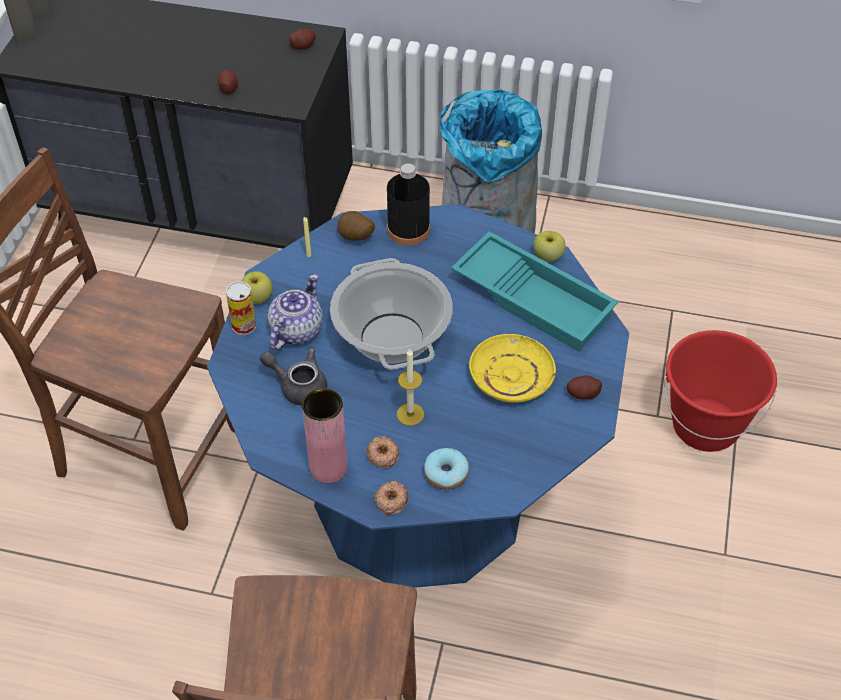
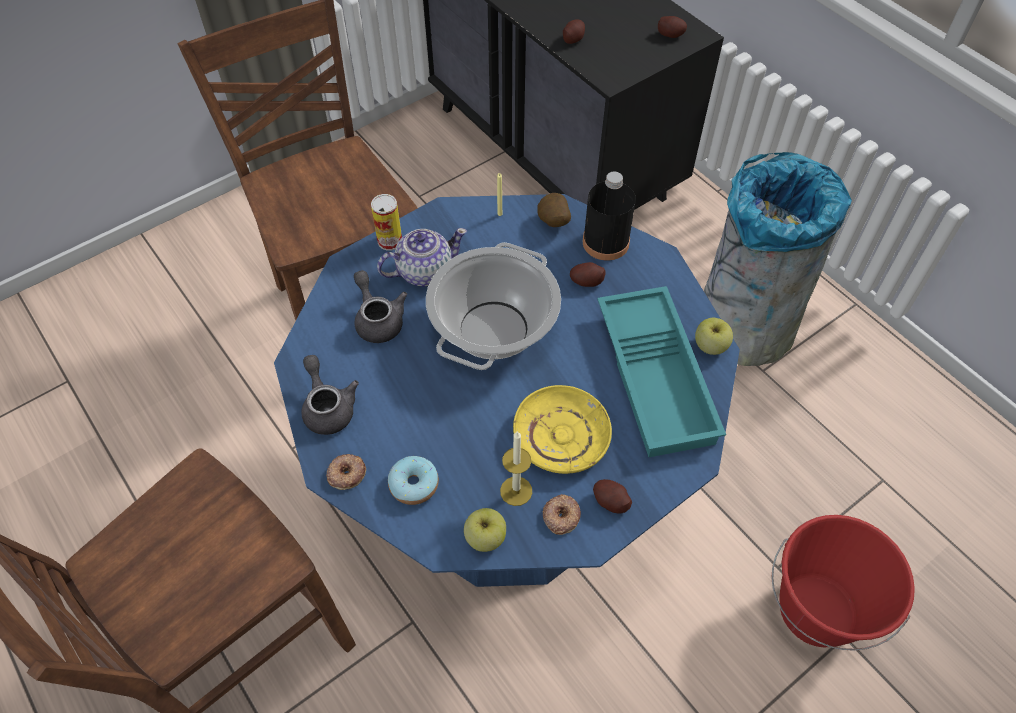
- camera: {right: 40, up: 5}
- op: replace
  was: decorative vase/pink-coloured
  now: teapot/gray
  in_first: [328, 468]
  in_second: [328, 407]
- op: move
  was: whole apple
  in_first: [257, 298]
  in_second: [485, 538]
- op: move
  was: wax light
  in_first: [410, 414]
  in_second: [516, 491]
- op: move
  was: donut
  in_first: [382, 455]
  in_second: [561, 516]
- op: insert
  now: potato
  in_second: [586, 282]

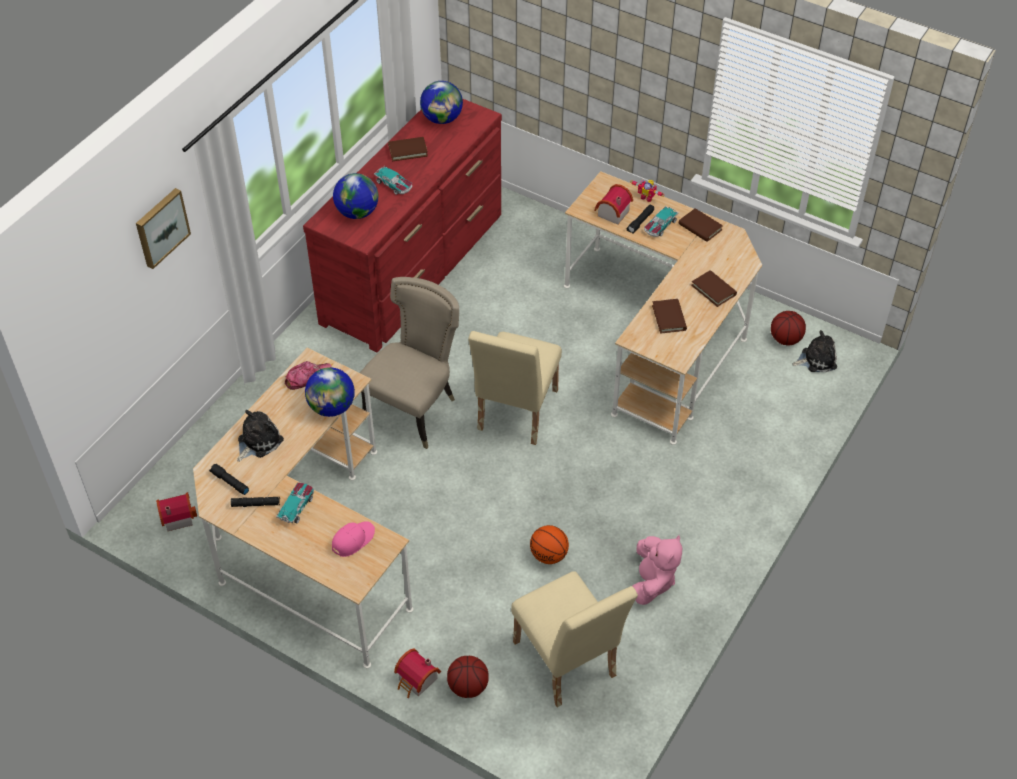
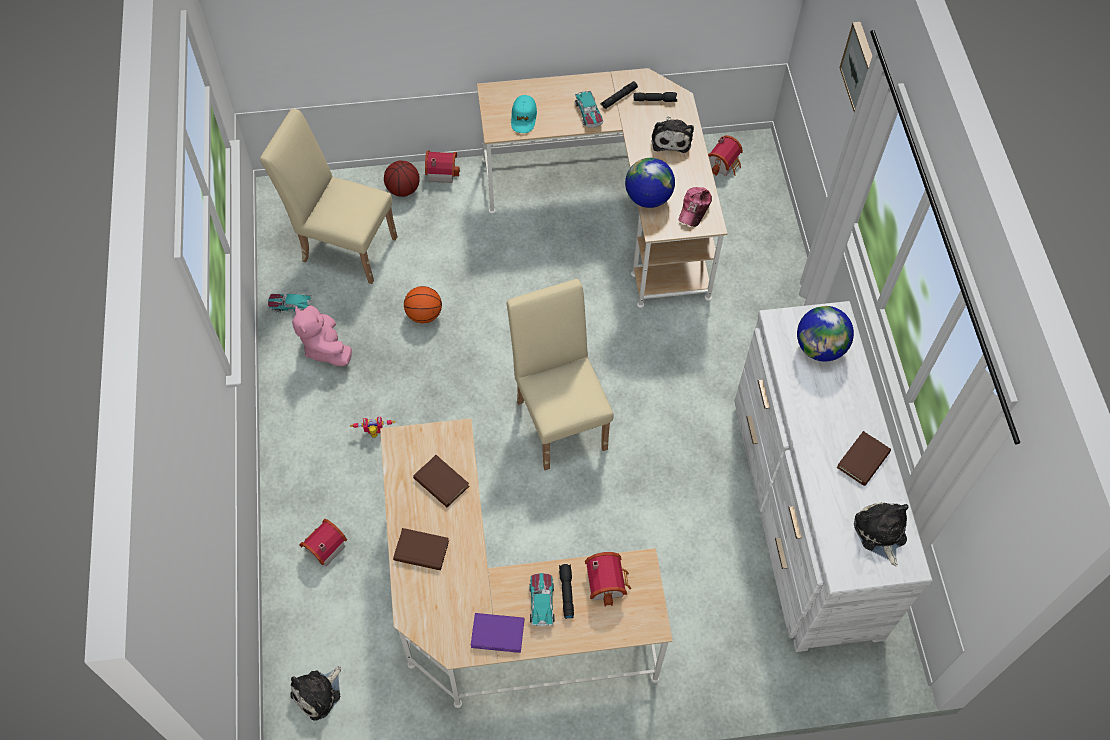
- camera: {right: 140, up: 10}
- op: move
  was: model car
  in_first: [394, 185]
  in_second: [290, 306]
- op: insert
  now: model house
  in_second: [323, 547]
- op: move
  was: robot figure
  in_first: [647, 197]
  in_second: [374, 433]
- op: recolor
  was: bound book/brownish
  now: bound book/purple-coloured
  in_first: [700, 227]
  in_second: [497, 633]
- op: recolor
  was: cap/pink-coloured
  now: cap/turquoise
  in_first: [353, 540]
  in_second: [524, 118]
- op: recolor
  was: chest of drawers/red
  now: chest of drawers/whitish
  in_first: [414, 267]
  in_second: [804, 512]
- op: replace
  was: globe
  now: soft toy
  in_first: [442, 119]
  in_second: [880, 533]
- op: delete
  was: upright chair/beige
  in_first: [415, 409]
- op: delete
  was: basketball
  in_first: [785, 339]

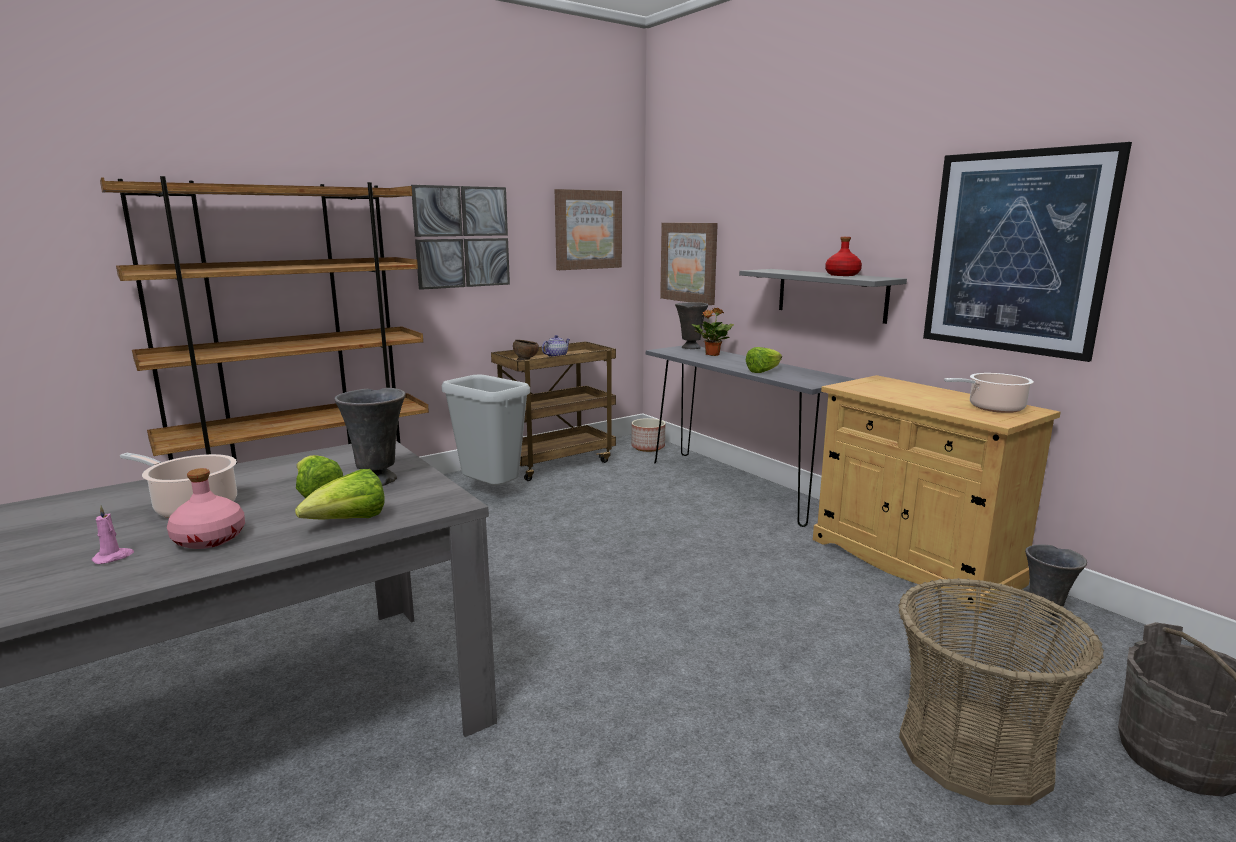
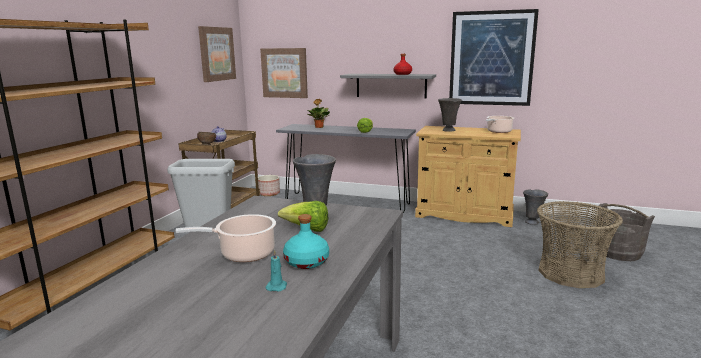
- camera: {right: -35, up: 0}
- op: recolor
  was: wax light/pink-coloured
  now: wax light/turquoise
  in_first: [113, 557]
  in_second: [277, 286]
- op: recolor
  was: beverage bottle/pink-coloured
  now: beverage bottle/turquoise
  in_first: [210, 539]
  in_second: [307, 262]
- op: move
  was: decorative vase/gray
  in_first: [690, 348]
  in_second: [448, 130]
- op: delete
  was: lettuce
  in_first: [349, 522]
- op: delete
  was: wall art
  in_first: [462, 237]

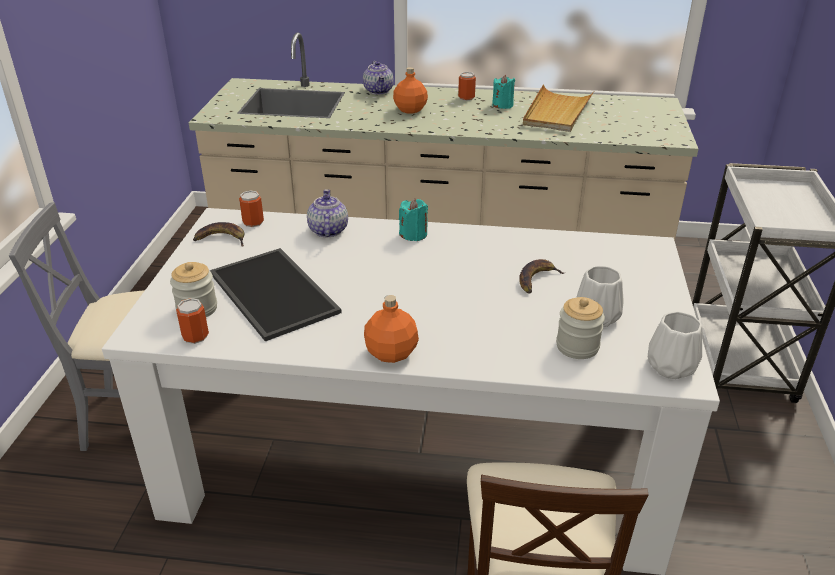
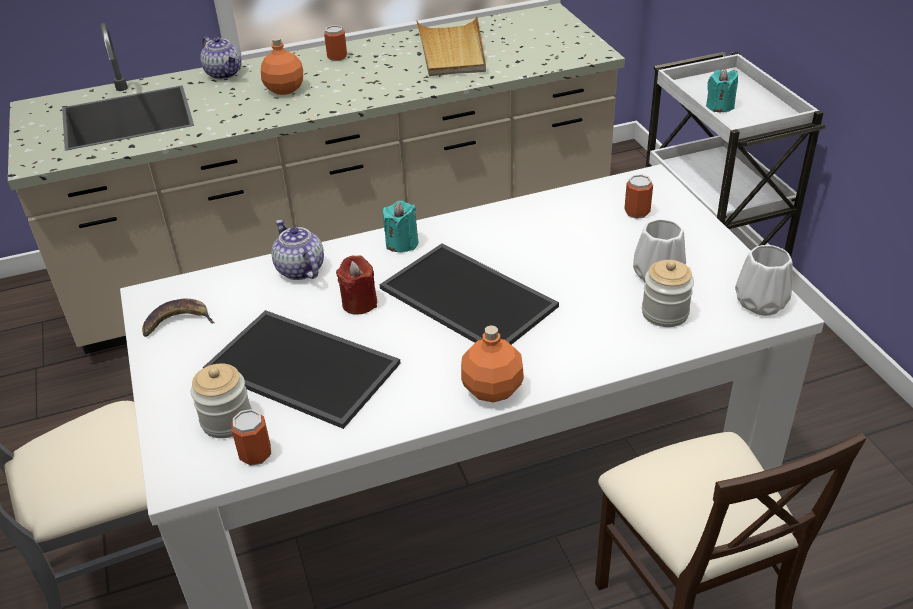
- camera: {right: -25, up: 5}
- op: insert
  now: wax light/red
  in_second: [359, 303]
- op: insert
  now: carrying tray
  in_second: [470, 297]
- op: move
  was: sealed can
  in_first: [253, 222]
  in_second: [637, 212]
- op: move
  was: wax light/turquoise
  in_first: [502, 105]
  in_second: [719, 106]
- op: delete
  was: banana fruit
  in_first: [537, 279]

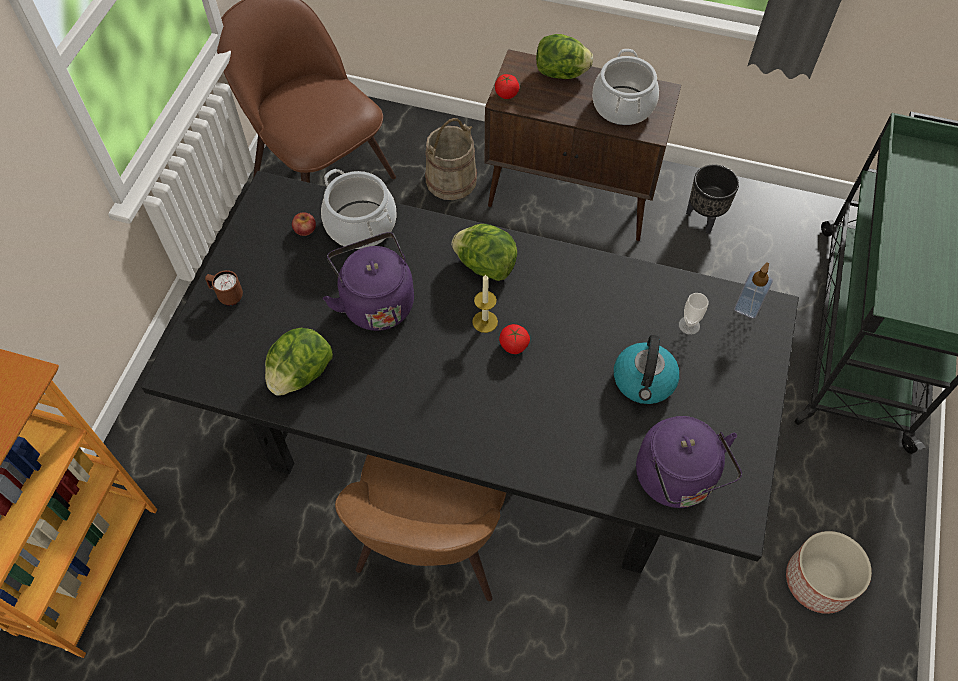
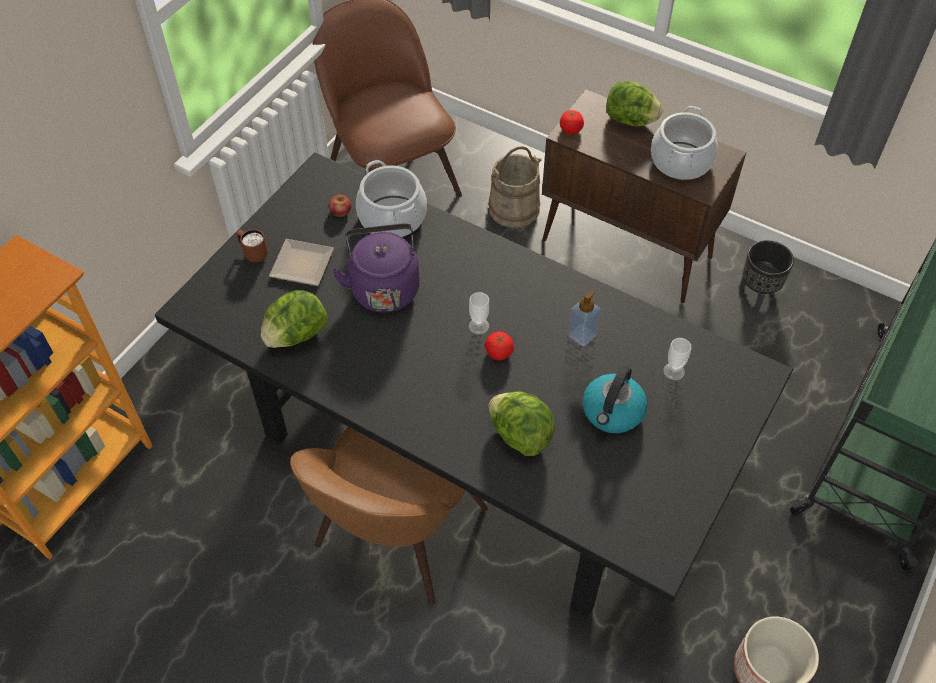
- camera: {right: 15, up: -5}
- op: insert
  now: dinner plate
  in_second: [300, 266]
- op: replace
  was: wax light
  now: cup
  in_first: [485, 321]
  in_second: [478, 326]
- op: move
  was: lettuce
  in_first: [485, 265]
  in_second: [520, 435]
- op: move
  was: soap dispenser
  in_first: [747, 307]
  in_second: [582, 335]
- op: delete
  was: tea kettle/purple-coloured
  in_first: [677, 480]

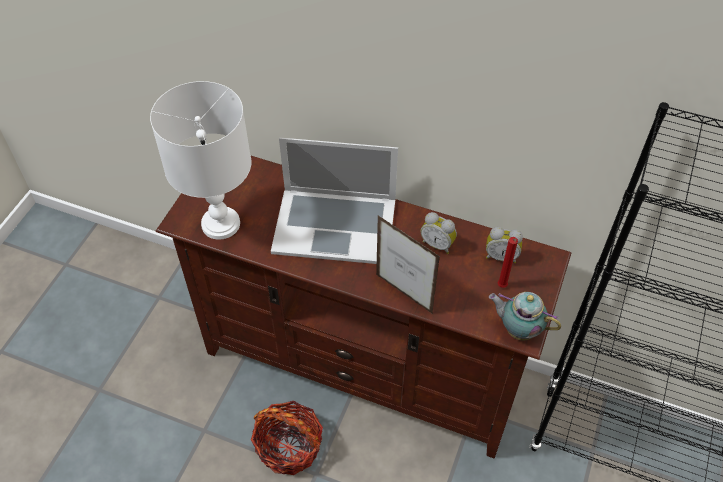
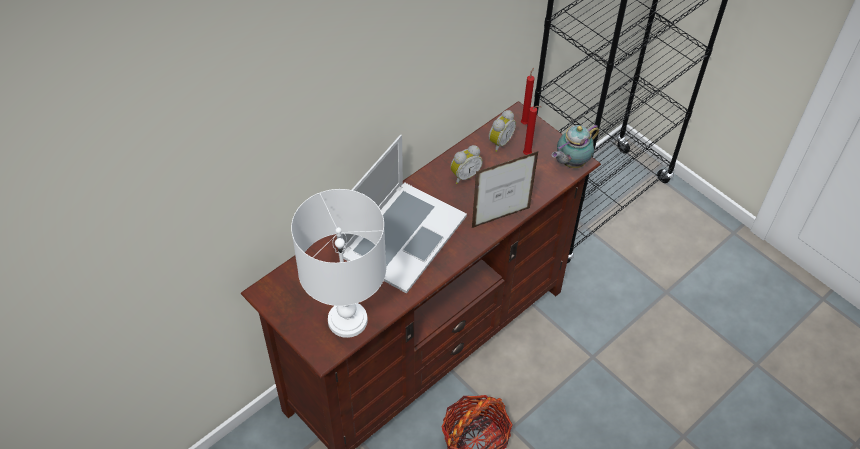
- camera: {right: -65, up: 0}
- op: insert
  now: wax light/red
  in_second: [525, 122]

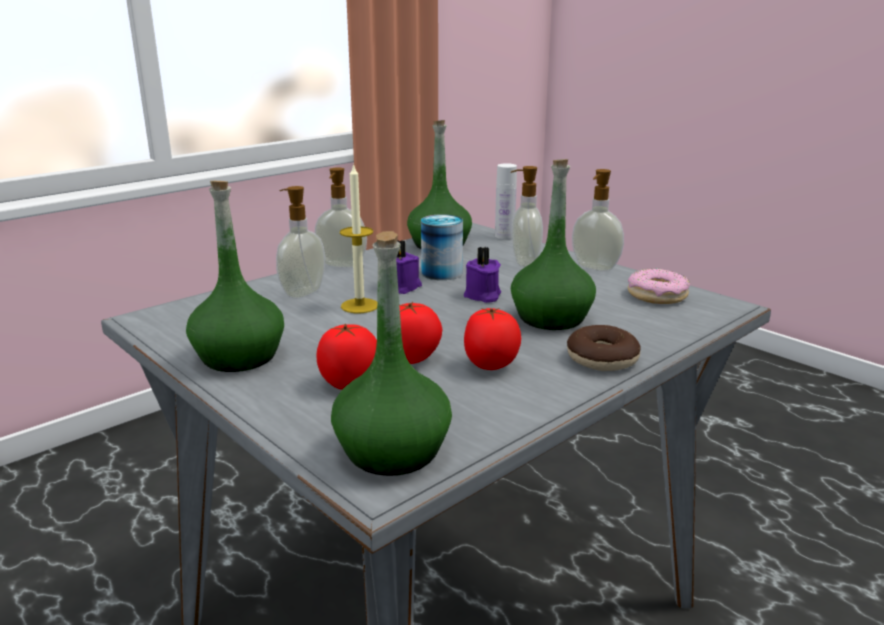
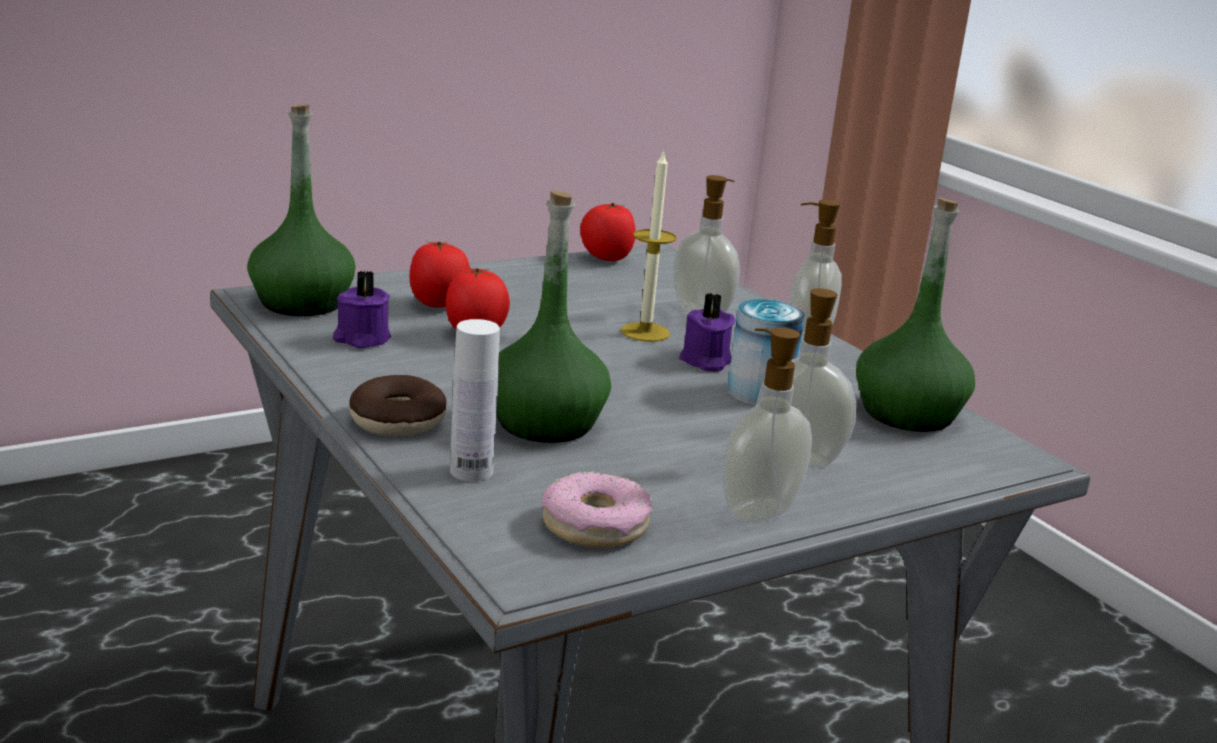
- camera: {right: 100, up: 0}
- op: move
  was: wax light/purple-coloured
  in_first: [482, 296]
  in_second: [361, 339]
- op: move
  was: beverage bottle/whitish
  in_first: [504, 236]
  in_second: [471, 471]
- op: move
  was: fresh tomato
  in_first: [490, 366]
  in_second: [606, 258]
- op: delete
  was: beverage bottle/greenish
  in_first: [239, 356]

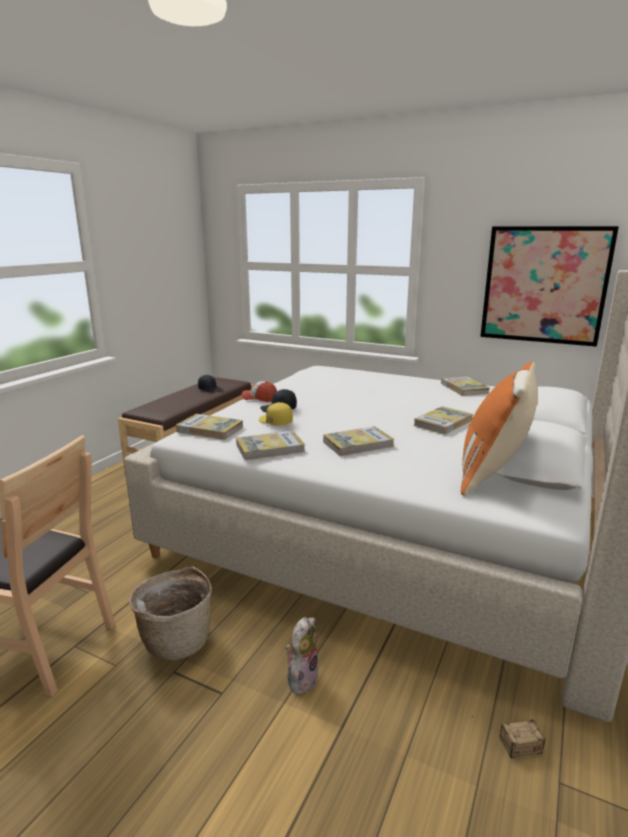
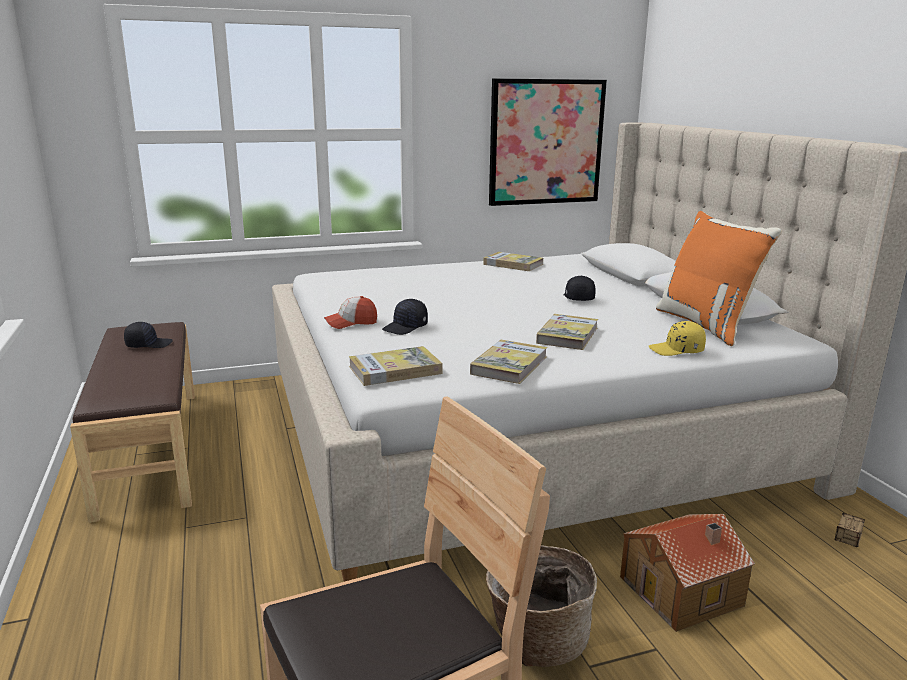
- camera: {right: -45, up: 0}
- op: replace
  was: bound book
  now: cap/black-coloured
  in_first: [443, 423]
  in_second: [577, 298]
- op: replace
  was: soft toy
  now: model house
  in_first: [301, 678]
  in_second: [683, 592]
- op: move
  was: cap/yellowish
  in_first: [275, 422]
  in_second: [677, 350]

